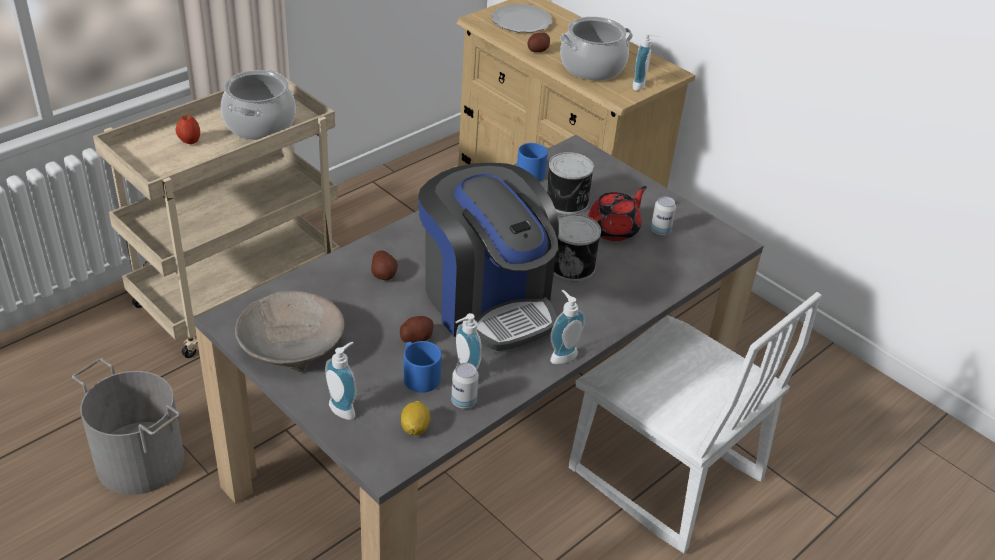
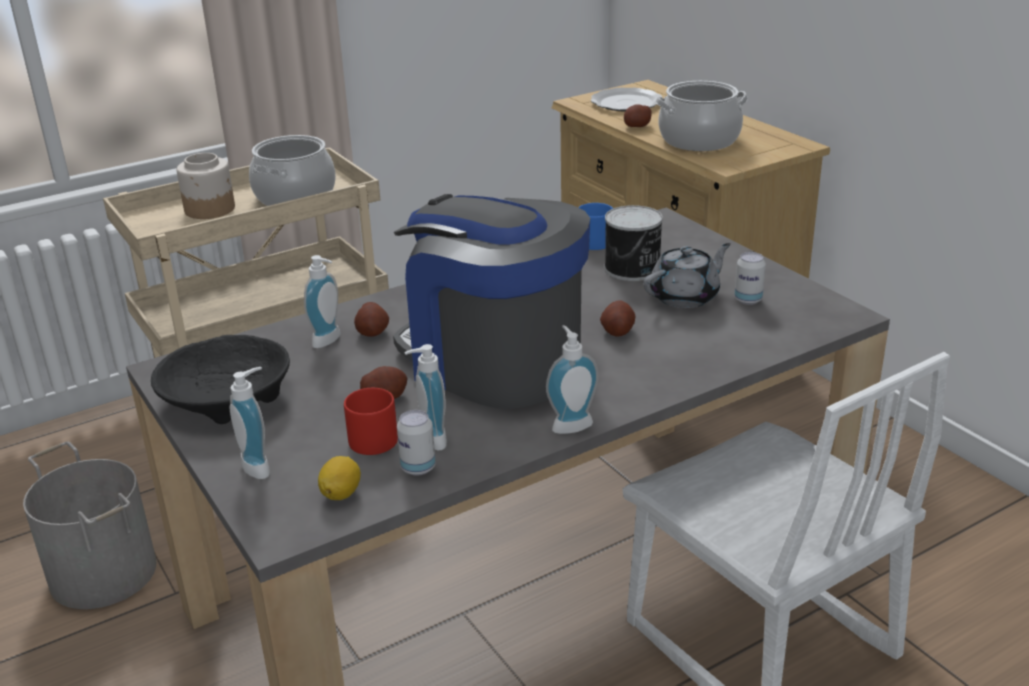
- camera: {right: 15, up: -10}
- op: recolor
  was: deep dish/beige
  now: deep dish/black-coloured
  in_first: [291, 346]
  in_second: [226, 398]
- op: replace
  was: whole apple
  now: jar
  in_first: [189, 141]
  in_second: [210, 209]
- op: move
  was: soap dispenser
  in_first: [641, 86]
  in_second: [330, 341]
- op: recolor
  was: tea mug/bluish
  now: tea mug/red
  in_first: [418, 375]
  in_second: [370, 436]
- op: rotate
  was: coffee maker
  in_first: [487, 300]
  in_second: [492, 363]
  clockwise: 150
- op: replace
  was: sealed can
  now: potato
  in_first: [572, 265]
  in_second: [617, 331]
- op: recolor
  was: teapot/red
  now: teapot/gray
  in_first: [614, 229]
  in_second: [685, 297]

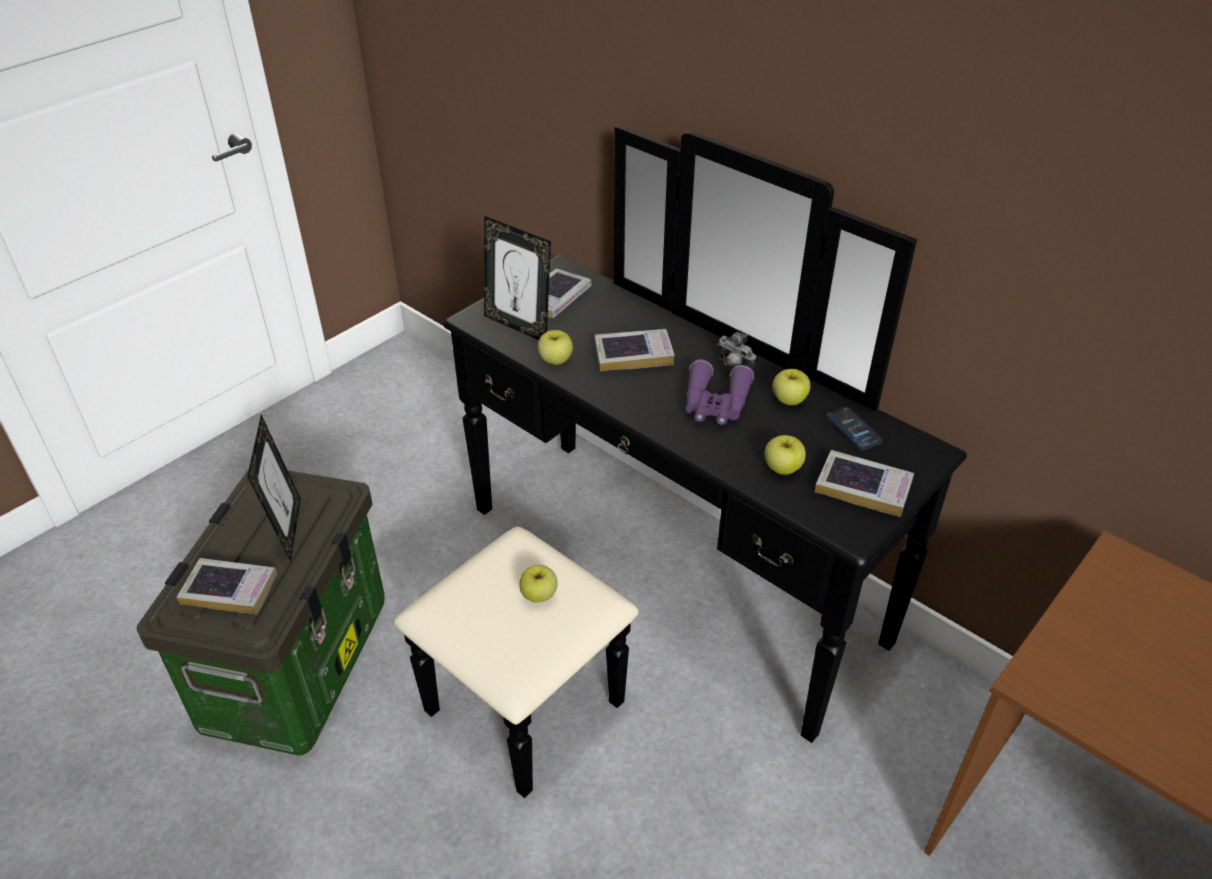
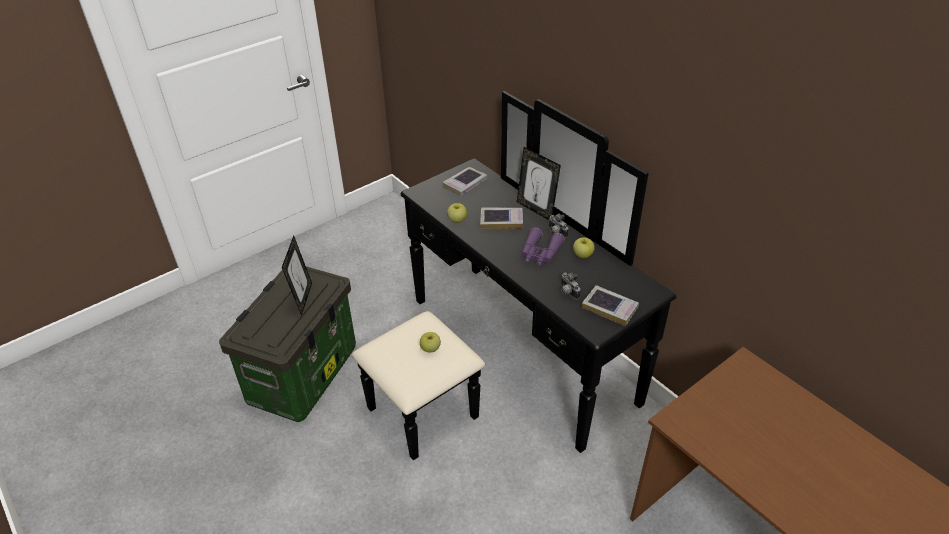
- camera: {right: 10, up: 0}
- op: move
  was: standing frame
  in_first: [519, 326]
  in_second: [536, 210]
- op: replace
  was: whole apple
  now: photo camera
  in_first: [782, 468]
  in_second: [567, 292]
- op: delete
  was: bound book
  in_first: [230, 590]
- op: delete
  was: handset
  in_first: [853, 429]

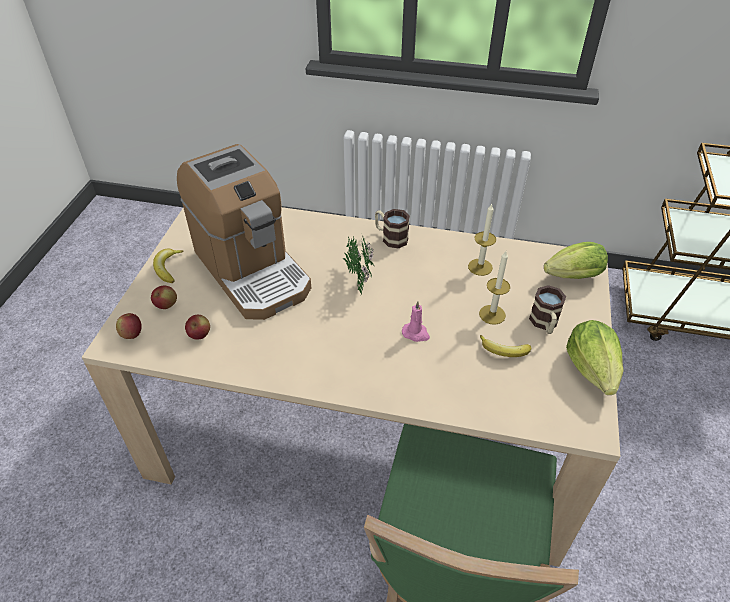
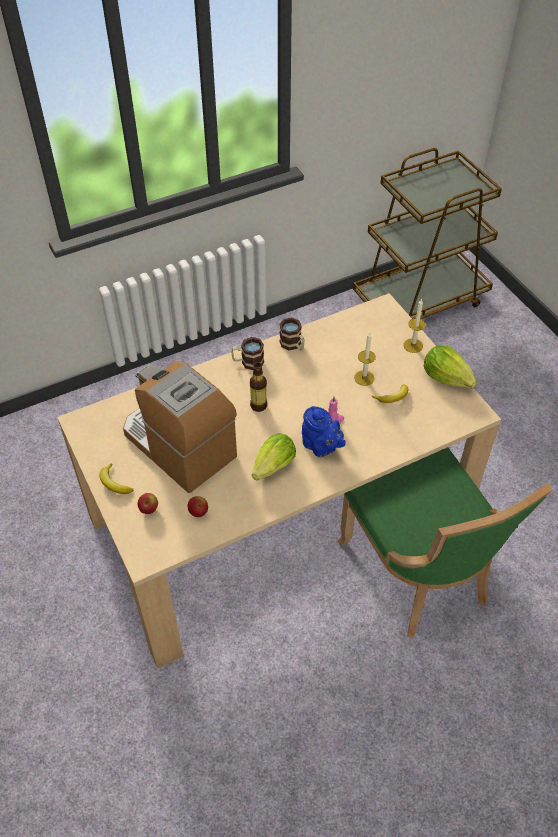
- camera: {right: -40, up: 5}
- op: rotate
  was: coffee maker
  in_first: [252, 270]
  in_second: [179, 445]
  clockwise: -150
- op: replace
  was: houseplant
  now: beverage bottle
  in_first: [358, 278]
  in_second: [258, 405]
- op: move
  was: lettuce
  in_first: [570, 277]
  in_second: [271, 469]
- op: move
  was: tea mug
  in_first: [544, 324]
  in_second: [293, 345]
- op: insert
  now: teapot/bluish
  in_second: [321, 447]
- op: move
  was: wax light
  in_first: [480, 267]
  in_second: [413, 345]
- op: delete
  was: whole apple
  in_first: [132, 334]

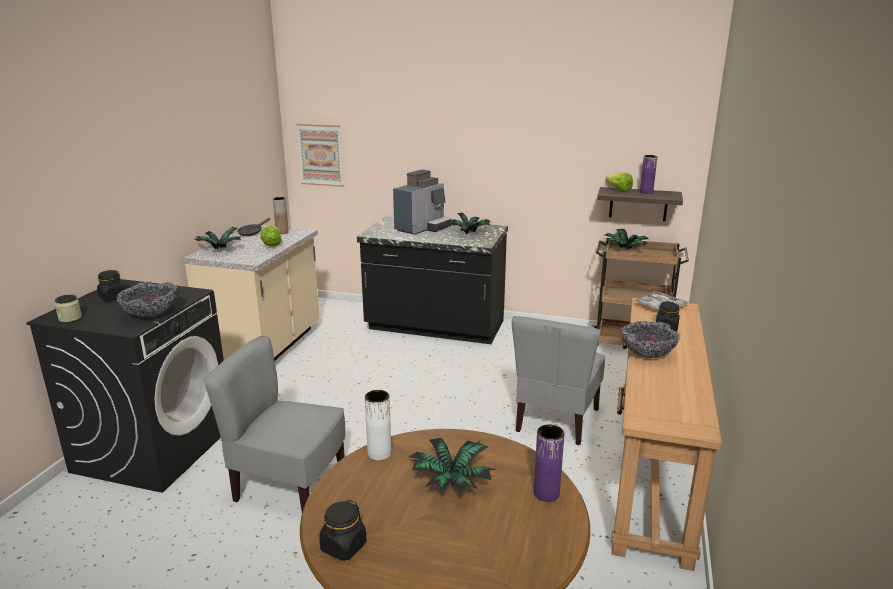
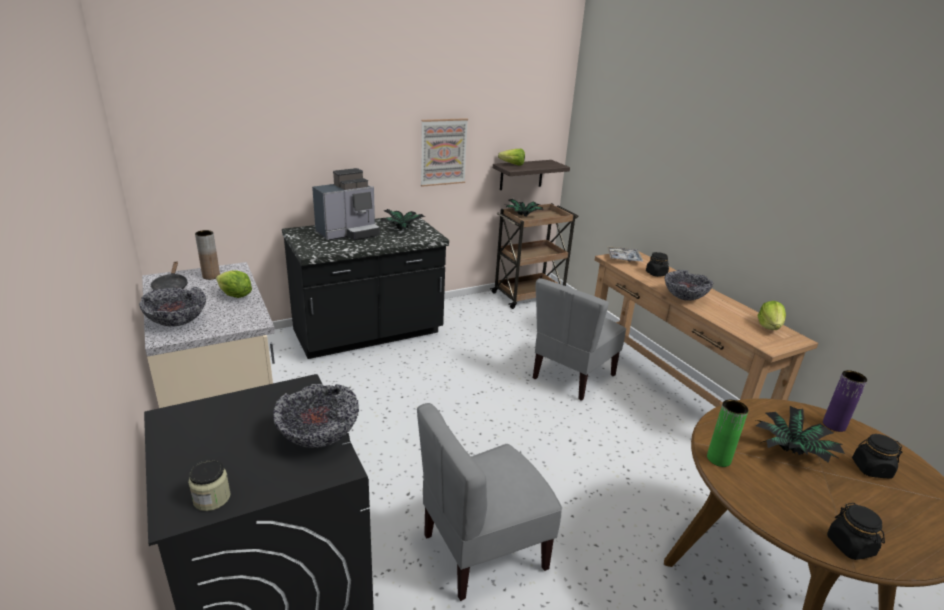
- camera: {right: -45, up: 5}
- op: replace
  was: houseplant
  now: deep dish
  in_first: [220, 250]
  in_second: [178, 322]
- op: rotate
  was: coffee maker
  in_first: [423, 228]
  in_second: [349, 233]
  clockwise: 60
- op: move
  was: wall art
  in_first: [320, 155]
  in_second: [443, 152]
- op: rotate
  was: upright chair/gray
  in_first: [555, 420]
  in_second: [572, 376]
  clockwise: 60
- op: recolor
  was: decorative vase/whitish
  now: decorative vase/greenish
  in_first: [379, 453]
  in_second: [718, 459]
- op: insert
  now: lettuce
  in_second: [769, 327]
- op: move
  was: jar/black-coloured
  in_first: [113, 297]
  in_second: [871, 469]
- op: delete
  was: decorative vase/purple-coloured
  in_first: [646, 192]

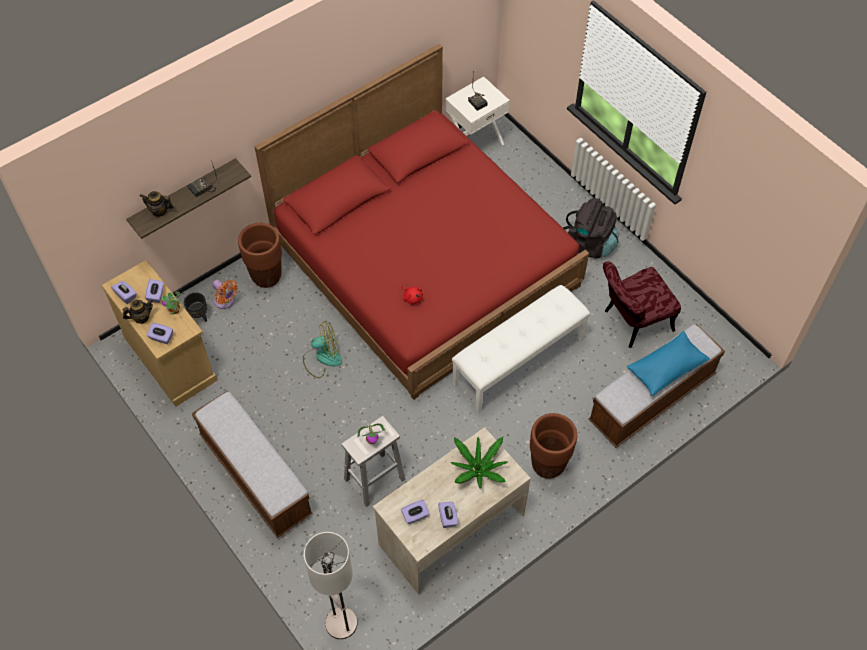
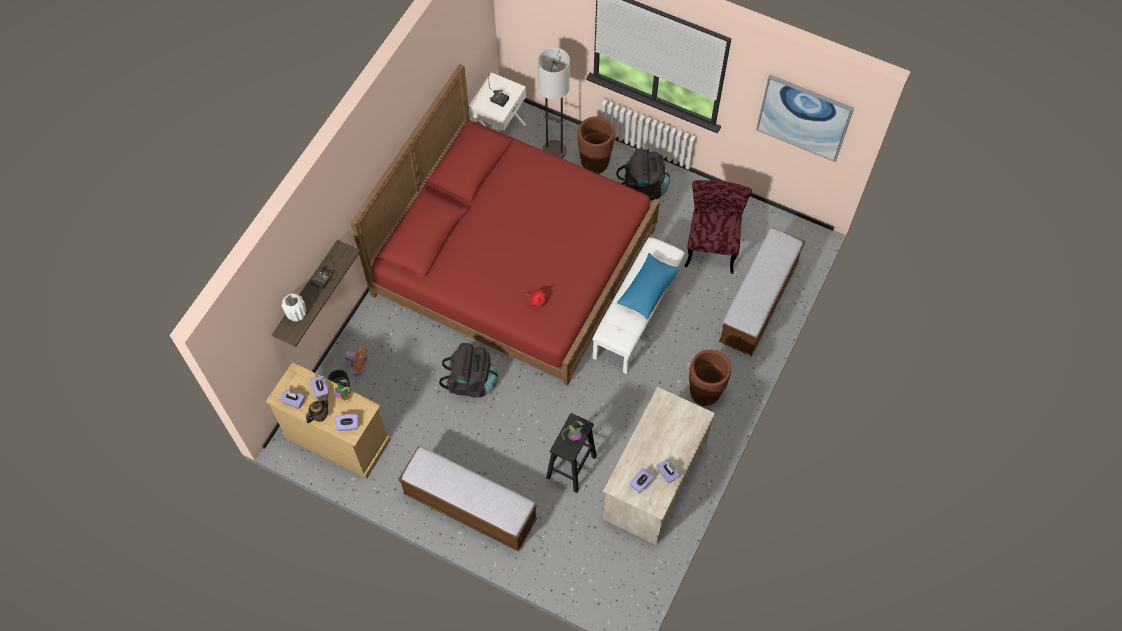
- camera: {right: -25, up: 5}
- op: replace
  was: teapot
  now: decorative vase/whitish
  in_first: [159, 211]
  in_second: [297, 315]
- op: replace
  was: electric fan
  now: backpack/black-coloured
  in_first: [322, 358]
  in_second: [471, 382]
- op: move
  was: standard lamp
  in_first: [341, 623]
  in_second: [554, 151]
- op: recolor
  was: stool seat/whitish
  now: stool seat/black-coloured
  in_first: [375, 478]
  in_second: [571, 466]
- op: move
  was: flower pot/brownish
  in_first: [266, 276]
  in_second: [594, 164]
- op: move
  was: pillow/bluish
  in_first: [666, 368]
  in_second: [647, 290]
- op: rotate
  was: upright chair/red
  in_first: [632, 323]
  in_second: [712, 244]
  clockwise: 150
- op: insert
  now: wall art
  in_second: [803, 117]
- op: delete
  was: houseplant
  in_first: [478, 470]

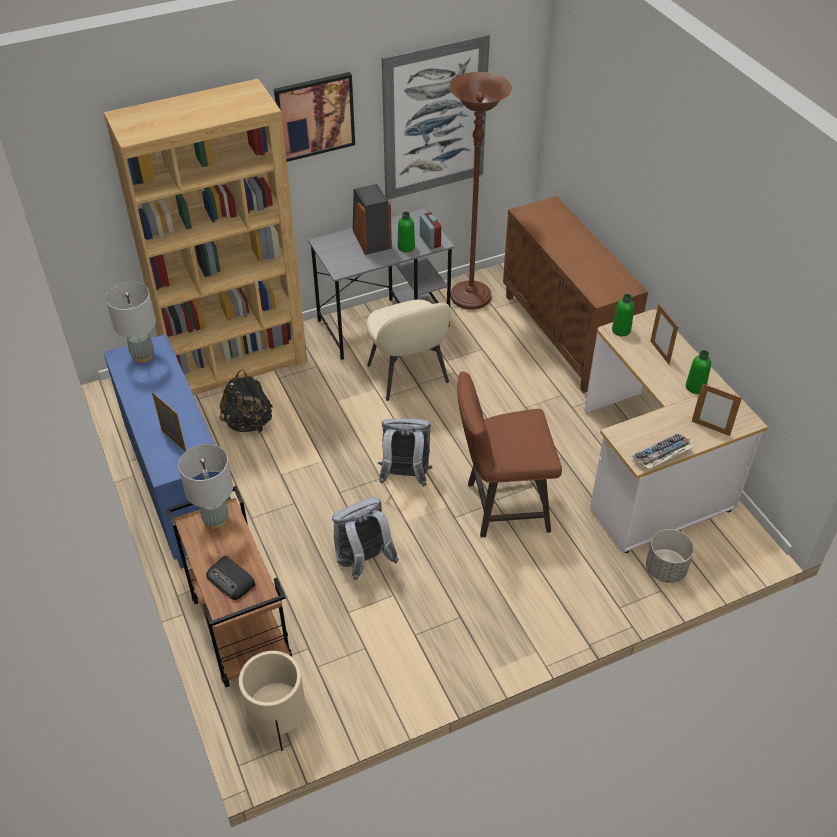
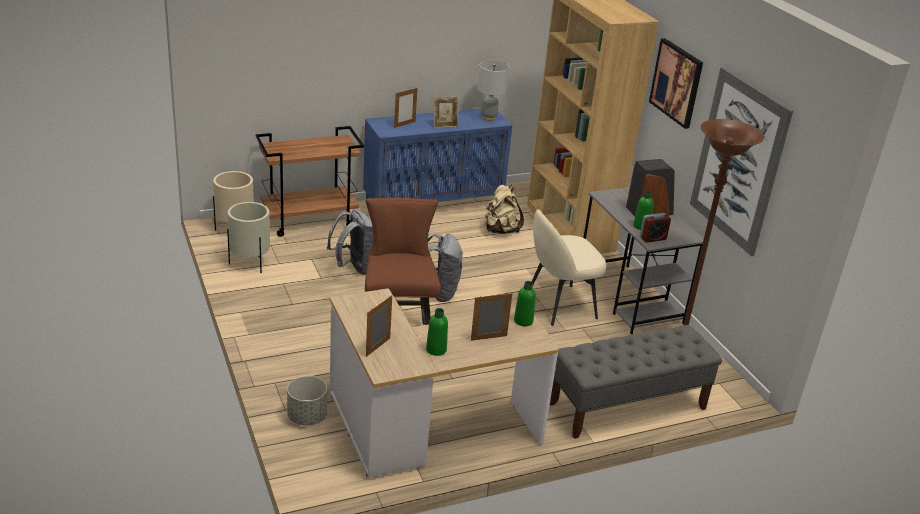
- camera: {right: 90, up: -15}
- op: insert
  now: flower pot/beige
  in_second: [250, 263]
- op: insert
  now: standing frame
  in_second: [444, 125]
- op: recolor
  was: backpack/black-coloured
  now: backpack/beige
  in_first: [249, 423]
  in_second: [500, 230]
- op: replace
  was: storage cabinet/brownish
  now: long seat/gray
  in_first: [564, 336]
  in_second: [627, 406]
- op: delete
  was: tabletop lamp/gray
  in_first: [216, 520]
- op: delete
  was: radio set
  in_first: [231, 581]
- op: delete
  was: PC keyboard
  in_first: [661, 456]

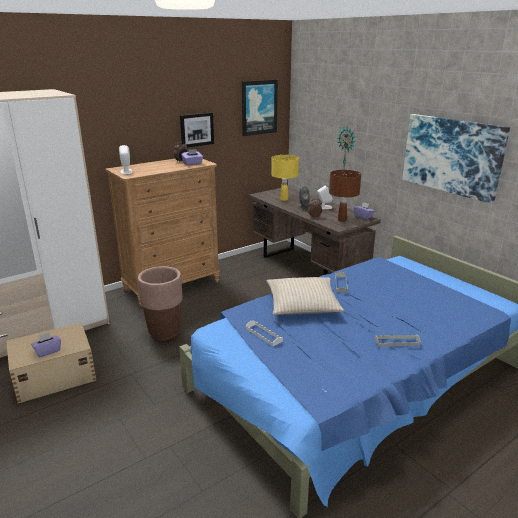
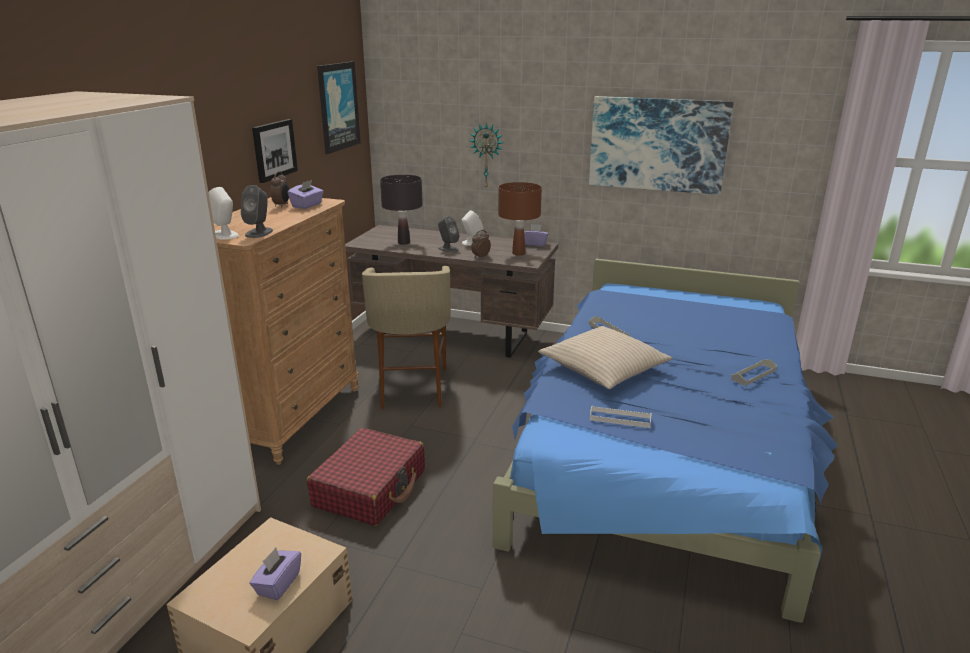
- camera: {right: -35, up: 0}
- op: insert
  now: speaker/gray
  in_second: [259, 233]
- op: replace
  was: flower pot/brownish
  now: travel case/red
  in_first: [165, 333]
  in_second: [370, 488]
- op: insert
  now: stool seat/beige
  in_second: [412, 388]
- op: recolor
  was: tabletop lamp/yellowish
  now: tabletop lamp/black-coloured
  in_first: [284, 199]
  in_second: [403, 243]

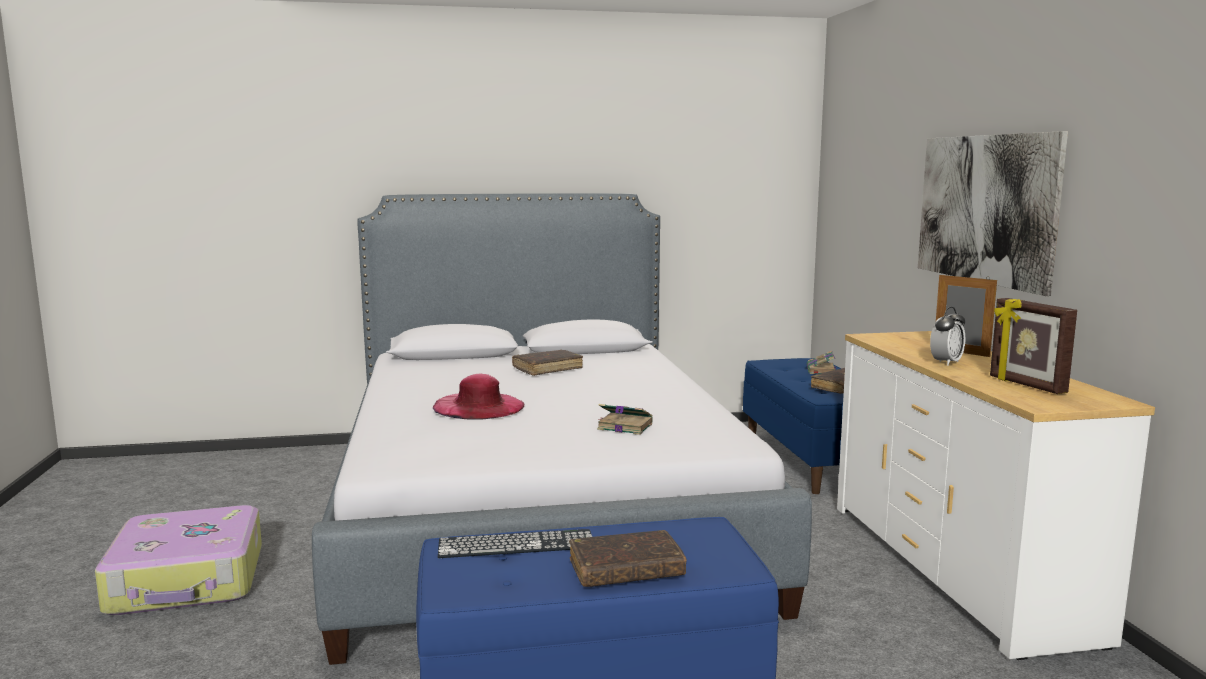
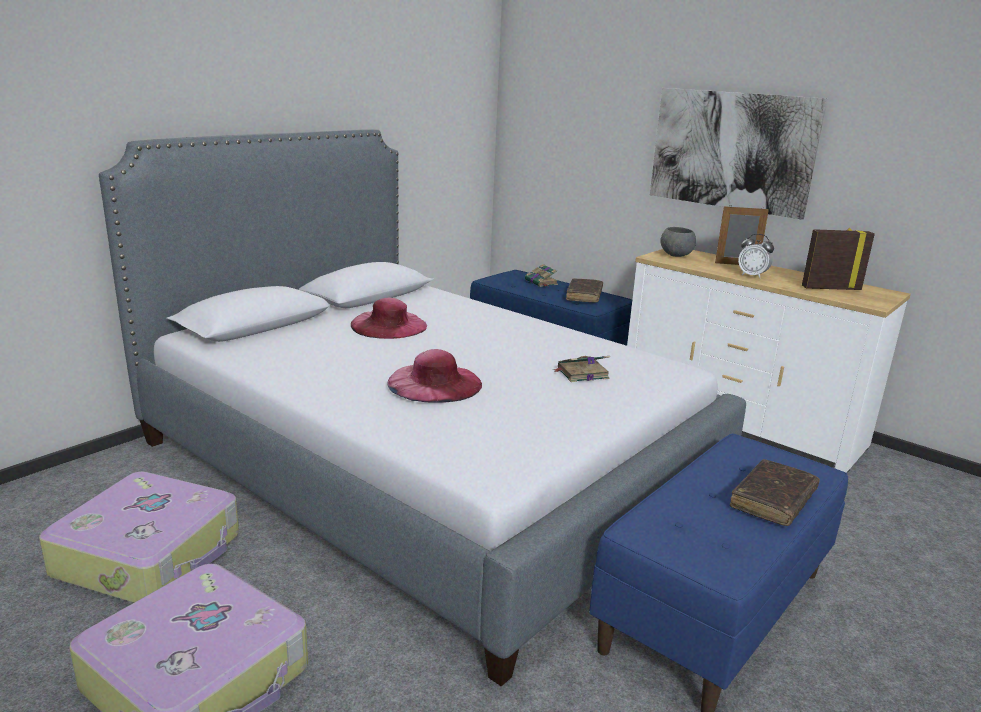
- camera: {right: -40, up: 10}
- op: insert
  now: travel case
  in_second: [151, 555]
- op: replace
  was: bound book/brownish
  now: clothing hat/pink-coloured
  in_first: [547, 369]
  in_second: [388, 325]
- op: insert
  now: deep dish/gray
  in_second: [675, 256]
- op: rotate
  was: table clock
  in_first: [946, 362]
  in_second: [752, 276]
  clockwise: 120
- op: rotate
  was: standing frame
  in_first: [1026, 385]
  in_second: [830, 288]
  clockwise: 150
- op: delete
  was: PC keyboard
  in_first: [516, 544]

